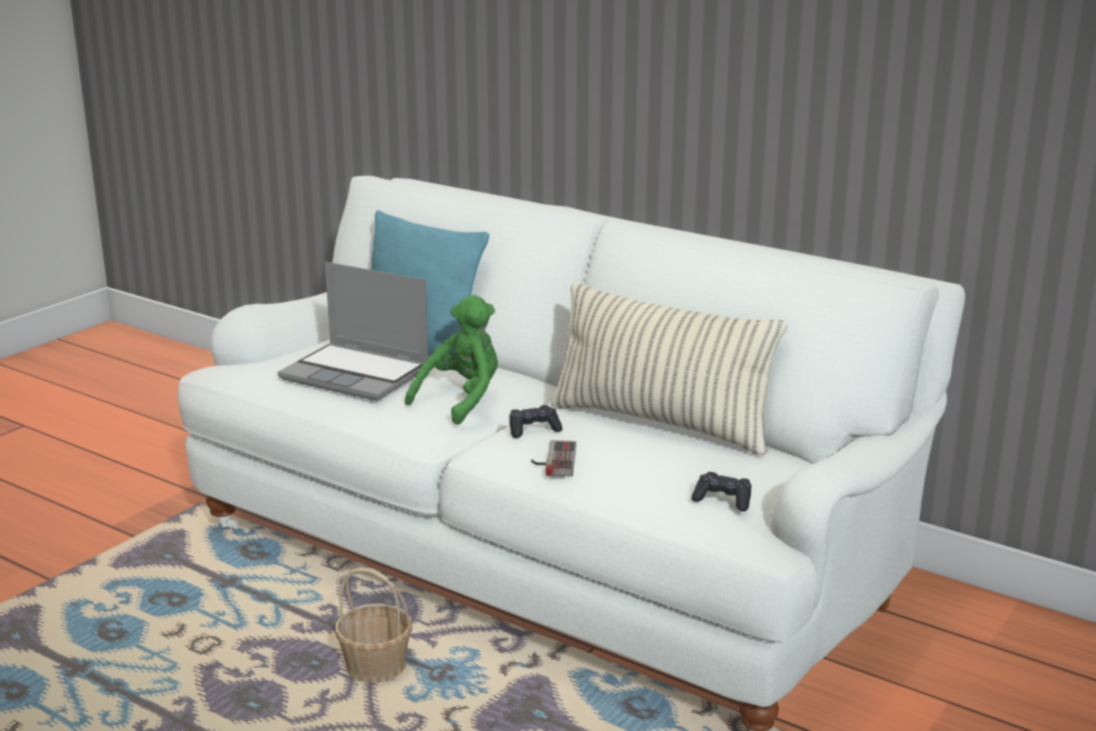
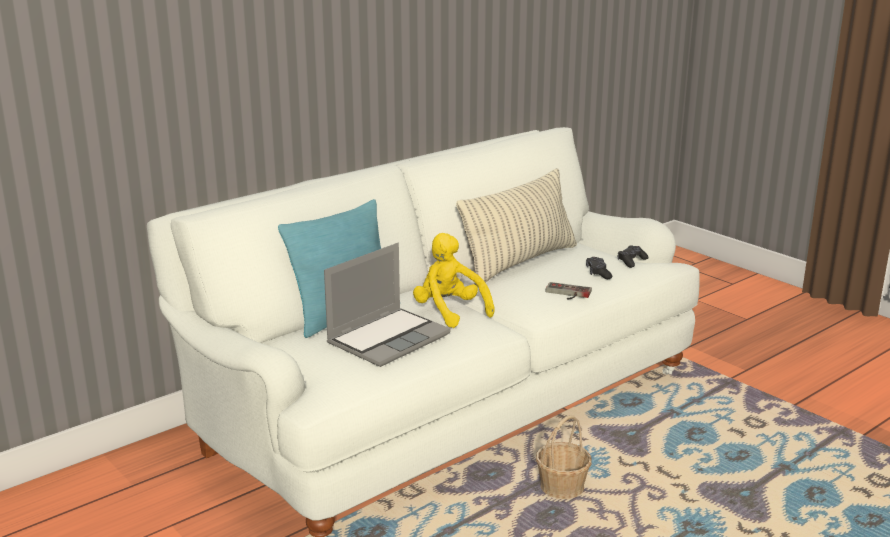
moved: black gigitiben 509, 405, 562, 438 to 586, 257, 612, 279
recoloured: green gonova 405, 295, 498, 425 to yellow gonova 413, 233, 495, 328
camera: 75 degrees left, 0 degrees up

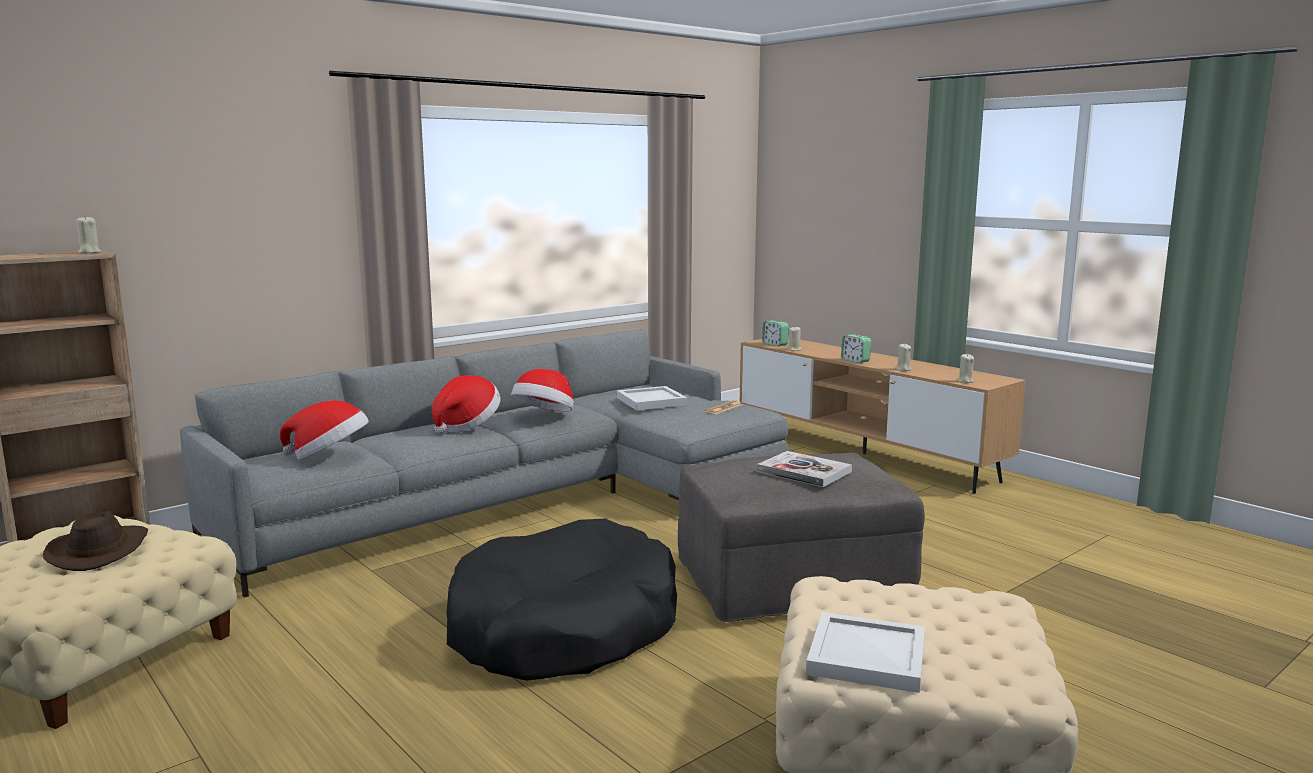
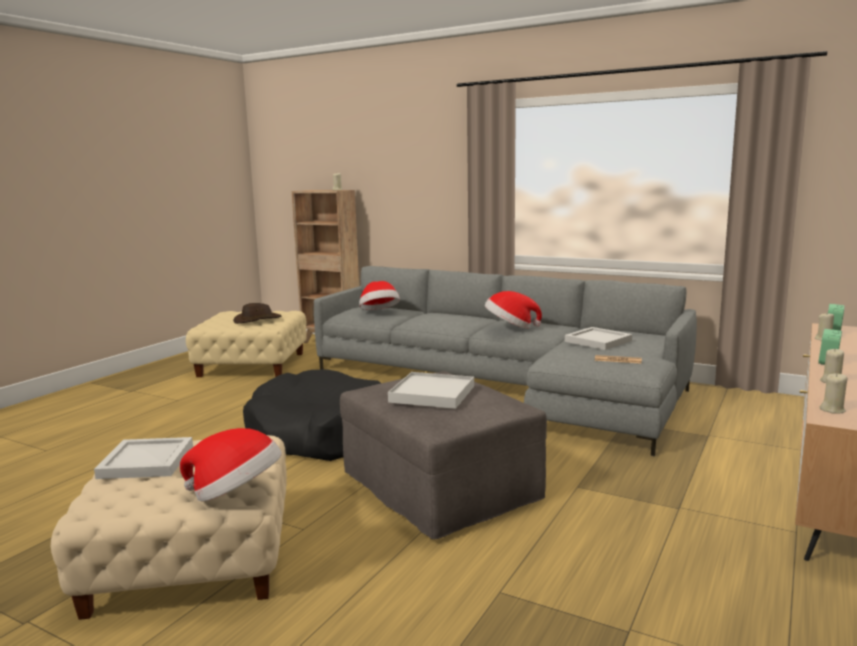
moved: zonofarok 432, 375, 500, 434 to 180, 428, 282, 502
replaced: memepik 757, 451, 852, 487 to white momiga 388, 372, 474, 409
camera: 70 degrees right, 0 degrees up

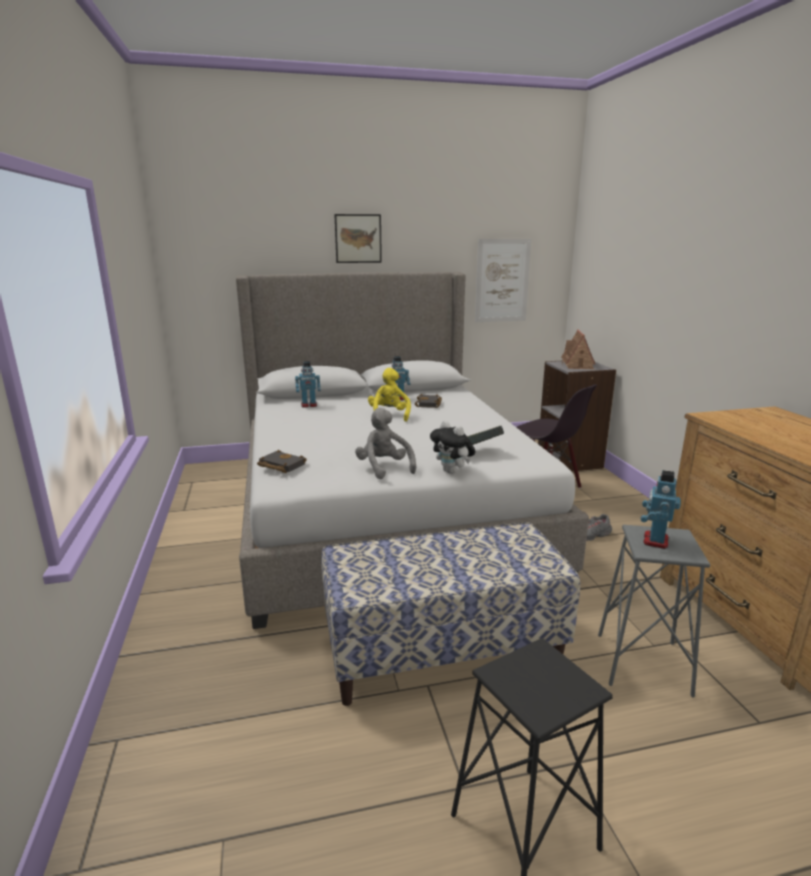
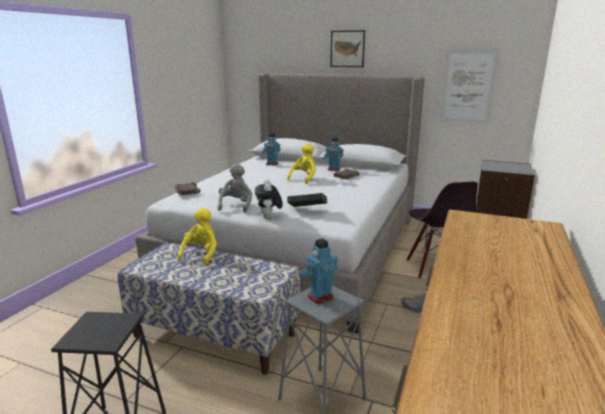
removed: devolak 561, 330, 595, 369
added: yellow gonova 178, 208, 217, 265
camera: 35 degrees right, 0 degrees up

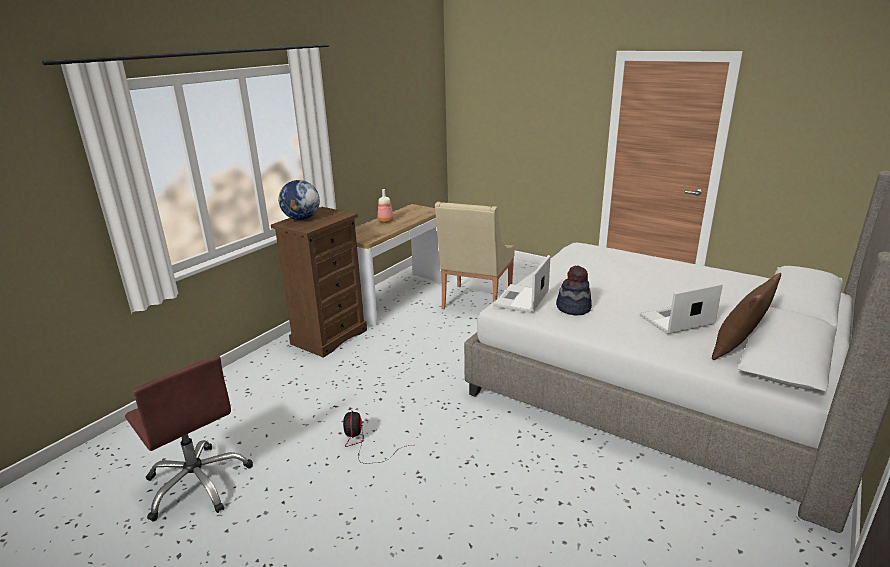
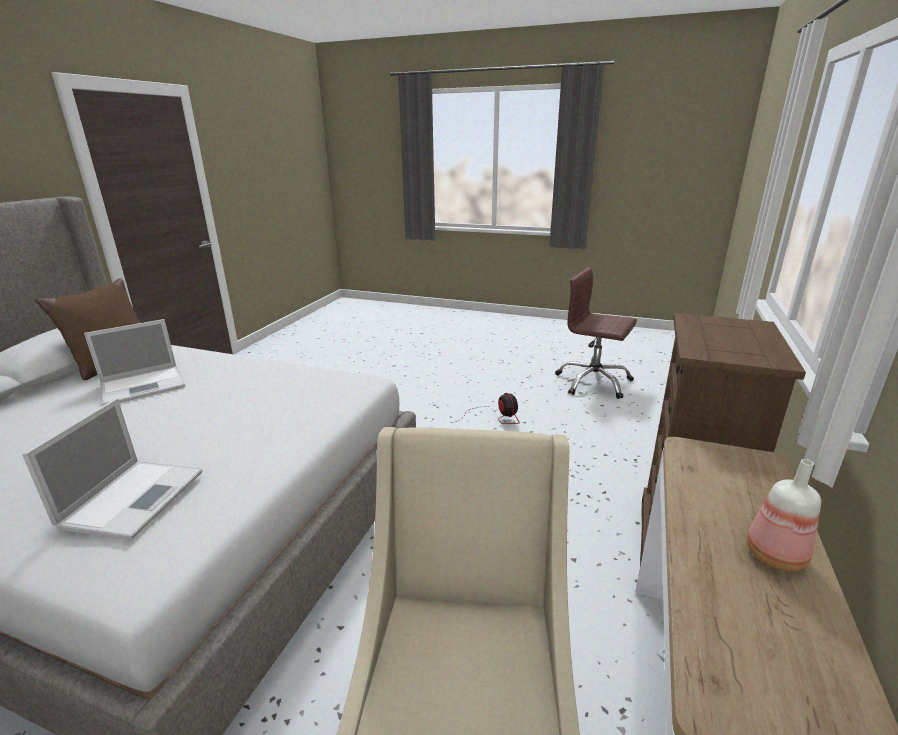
removed: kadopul 278, 180, 320, 220; zonofarok 556, 265, 592, 315
moved: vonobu 493, 255, 551, 313 to 22, 398, 202, 540
camera: 165 degrees right, 0 degrees up

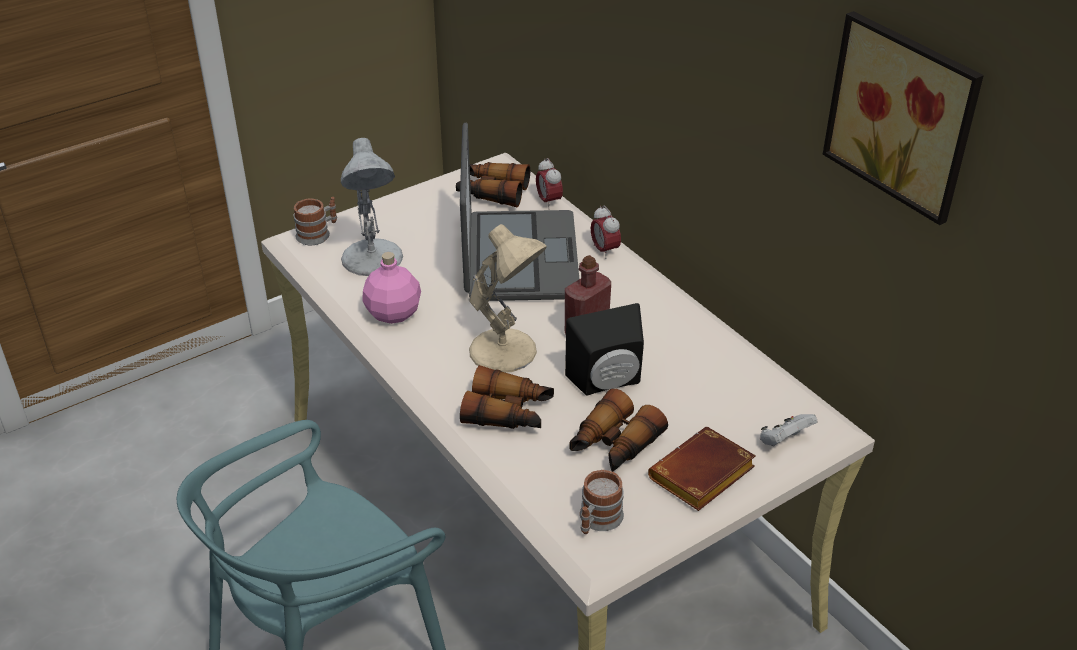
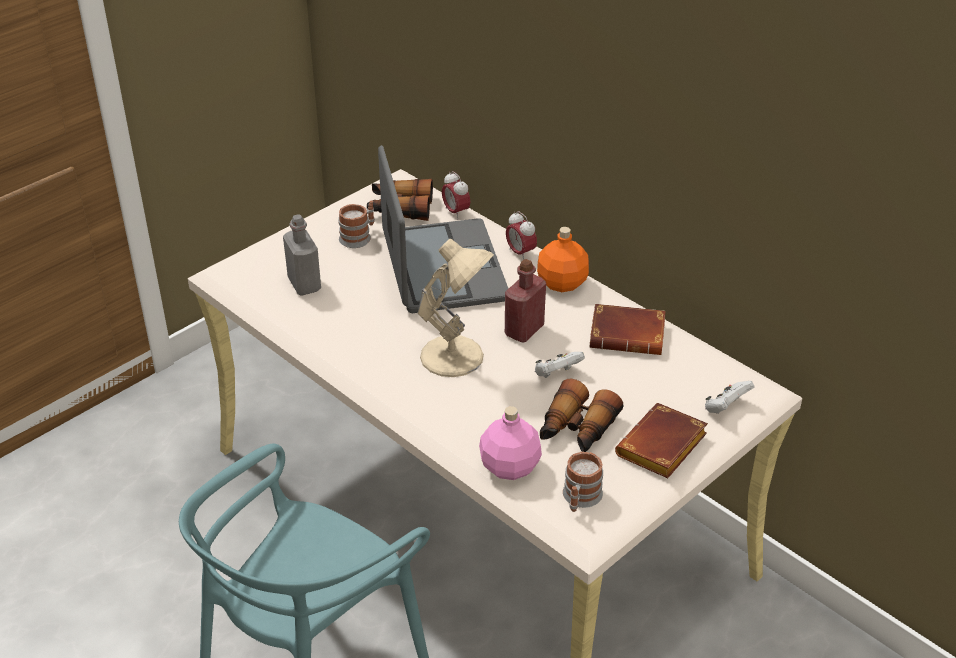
removed: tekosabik 460, 365, 554, 429; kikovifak 823, 11, 984, 225
added: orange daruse 537, 227, 589, 292; brown memepik 590, 304, 666, 355
moved: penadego 294, 197, 337, 245 to 338, 201, 375, 248; pink daruse 362, 252, 421, 324 to 479, 406, 542, 480
replaced: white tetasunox 341, 138, 403, 276 to grey daruse 283, 214, 321, 295; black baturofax 565, 303, 644, 396 to white gigitiben 535, 352, 585, 378
camera: 10 degrees left, 0 degrees up

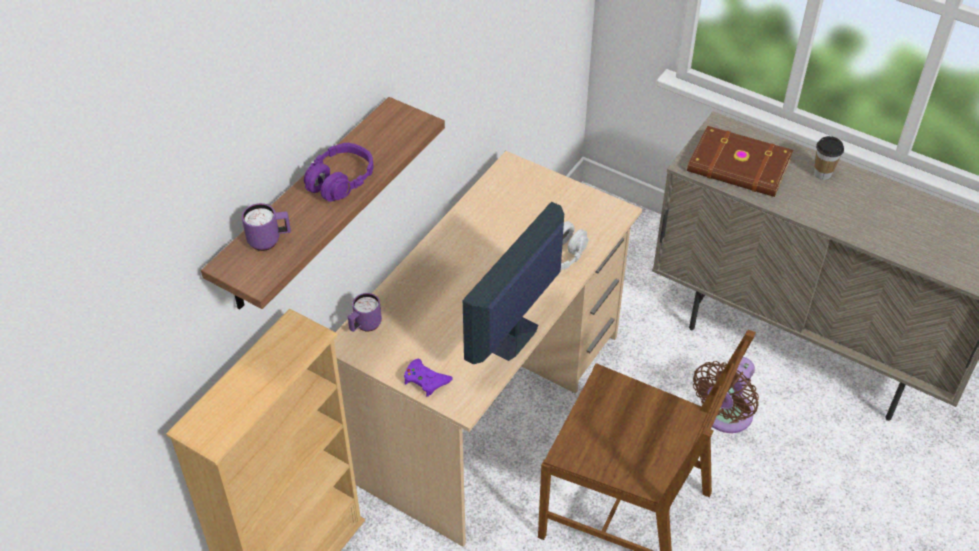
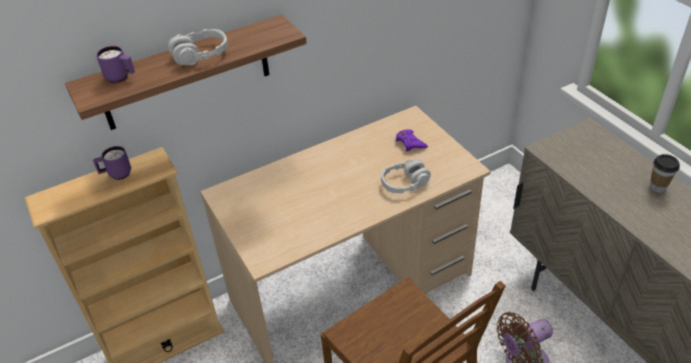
removed: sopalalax 463, 202, 564, 364; brown memepik 687, 126, 793, 197
moved: purple penadego 348, 293, 382, 332 to 93, 146, 131, 180; purple gigitiben 404, 359, 453, 397 to 396, 129, 428, 152
recoloured: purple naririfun 304, 143, 373, 202 to grey naririfun 168, 29, 228, 65
camera: 30 degrees right, 5 degrees down

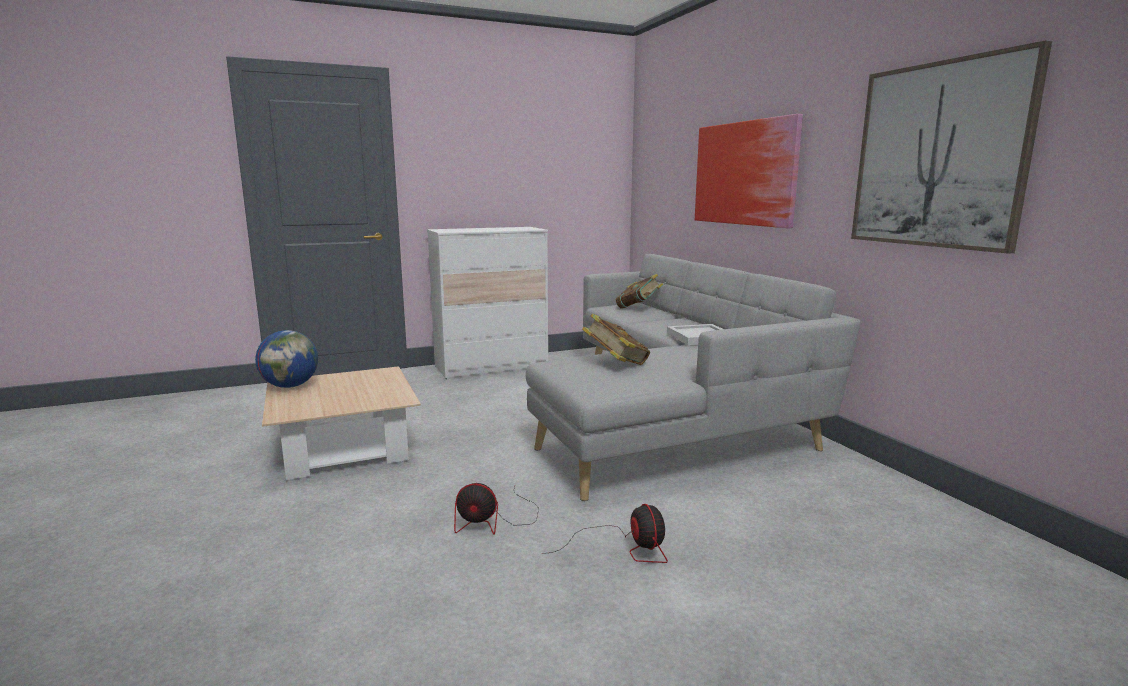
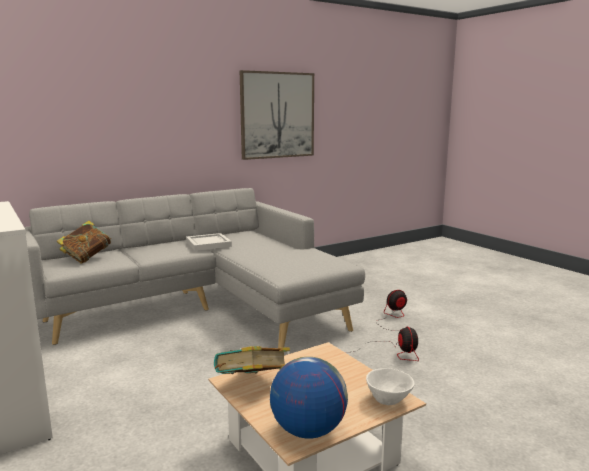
removed: kikovifak 695, 114, 803, 228
added: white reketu 366, 368, 414, 405
moved: memepik 582, 314, 650, 365 to 214, 346, 290, 374
camera: 100 degrees left, 0 degrees up

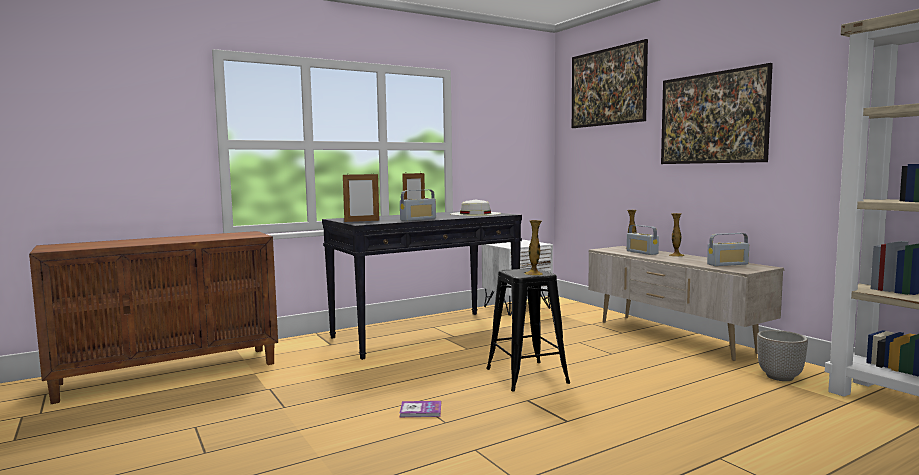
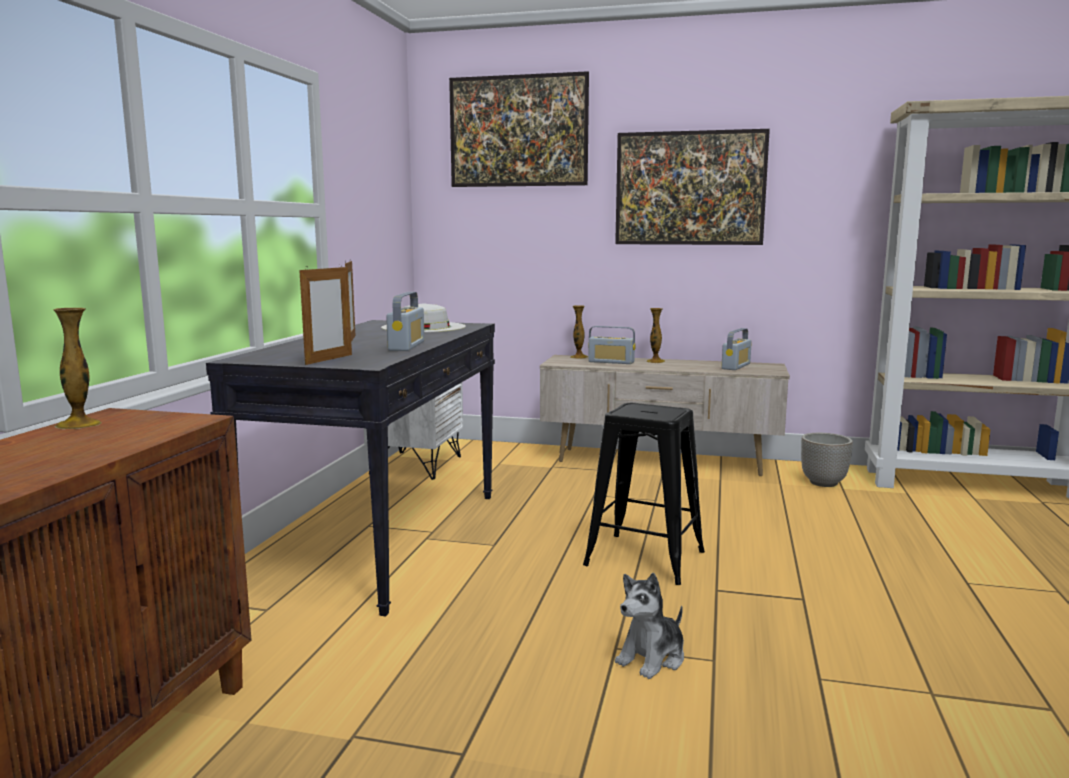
moved: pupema 524, 220, 543, 275 to 53, 308, 102, 429
replaced: memepik 399, 401, 441, 417 to gonova 615, 573, 684, 679
camera: 45 degrees left, 5 degrees up

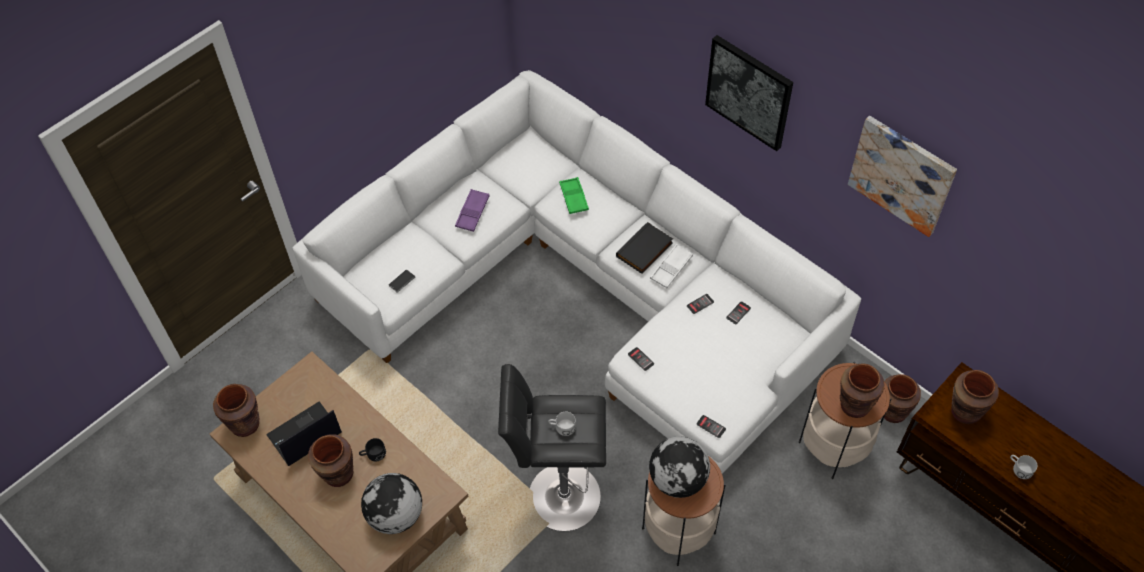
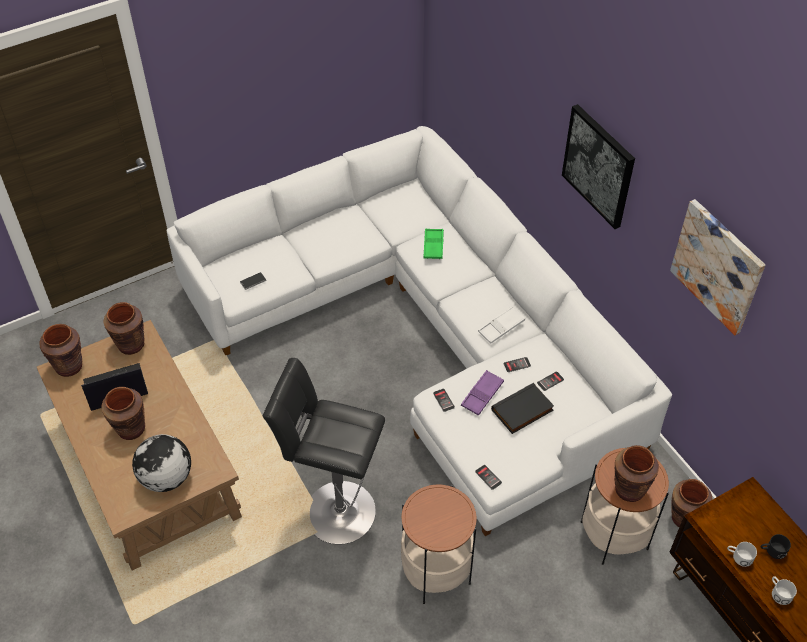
removed: kadopul 649, 436, 710, 498
moved: black penadego 359, 438, 386, 461 to 761, 534, 791, 559; purple momiga 455, 189, 490, 232 to 461, 370, 504, 416; white penadego 548, 412, 576, 436 to 727, 542, 757, 567; black memepik 616, 222, 673, 274 to 491, 383, 554, 434; brown pupema 951, 370, 999, 424 to 103, 302, 145, 355
camera: 15 degrees right, 5 degrees down

